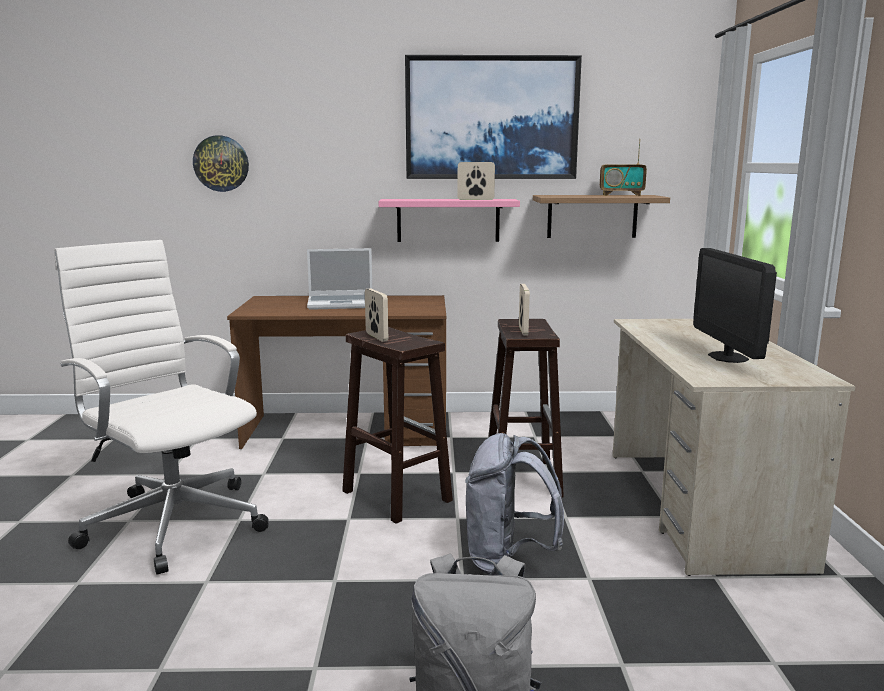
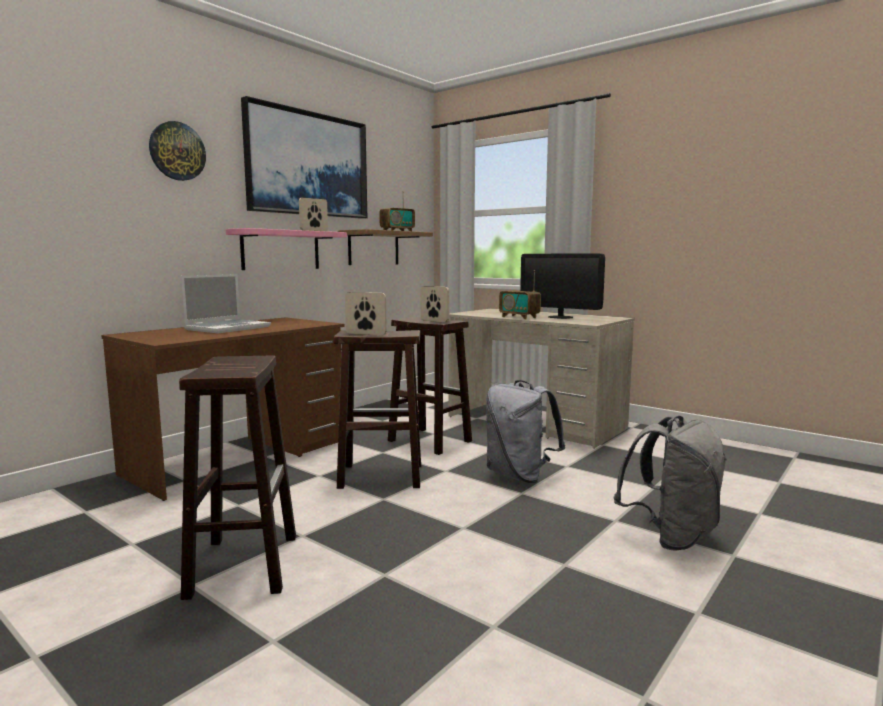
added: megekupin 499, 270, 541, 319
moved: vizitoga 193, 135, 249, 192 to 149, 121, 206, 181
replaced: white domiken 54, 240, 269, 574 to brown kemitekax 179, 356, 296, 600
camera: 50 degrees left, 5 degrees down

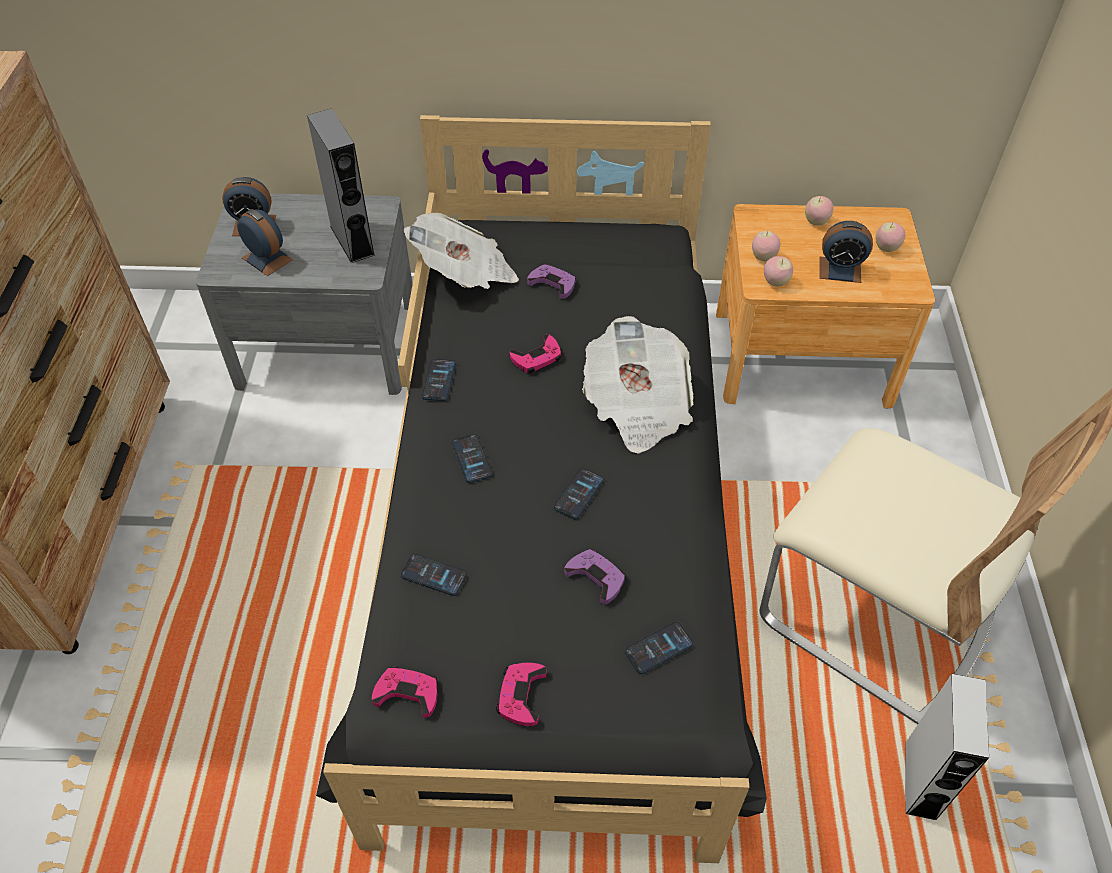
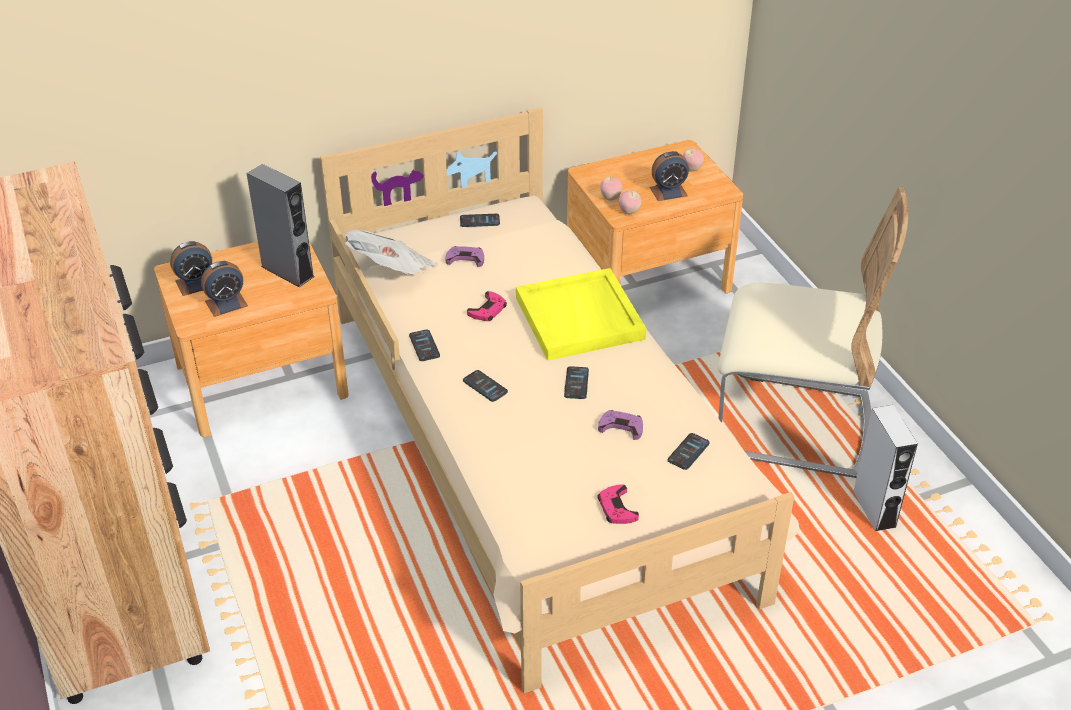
removed: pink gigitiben 372, 666, 437, 718; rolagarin 805, 196, 834, 226
moved: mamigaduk 400, 553, 467, 596 to 460, 214, 500, 227
replaced: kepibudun 582, 316, 693, 454 to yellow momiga 516, 268, 646, 361
recoloured: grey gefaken 196, 193, 413, 395 to brown gefaken 154, 242, 349, 437; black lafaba 316, 115, 767, 863 to beige lafaba 320, 108, 800, 693
turned: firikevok 237, 209, 293, 276 = 201, 261, 248, 317 135 degrees clockwise
camera: 25 degrees left, 10 degrees down

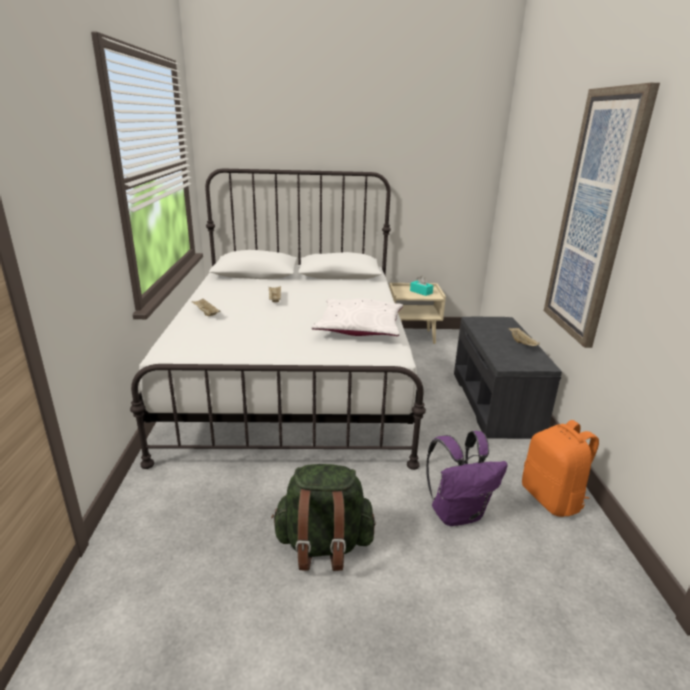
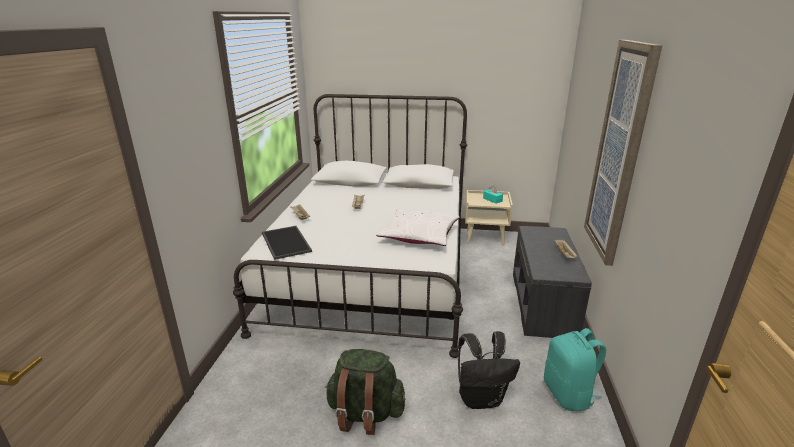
added: momiga 262, 226, 312, 260
recoloured: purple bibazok 426, 431, 508, 526 to black bibazok 458, 331, 520, 409; orange bibazok 522, 420, 599, 517 to turquoise bibazok 544, 328, 606, 411
camera: 10 degrees right, 0 degrees up

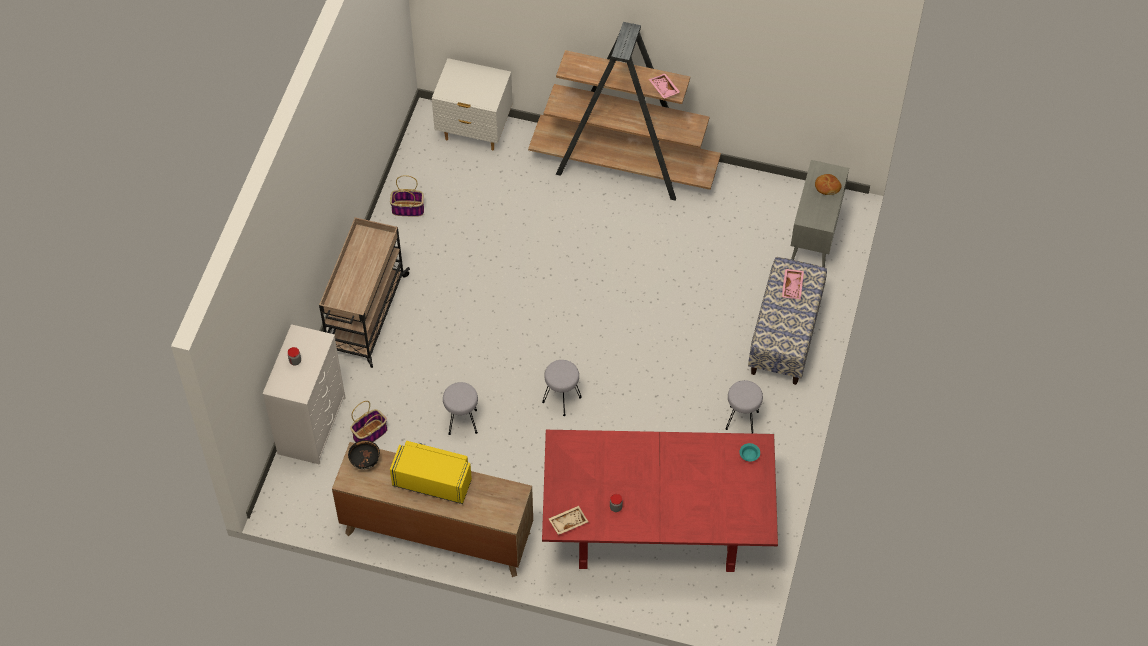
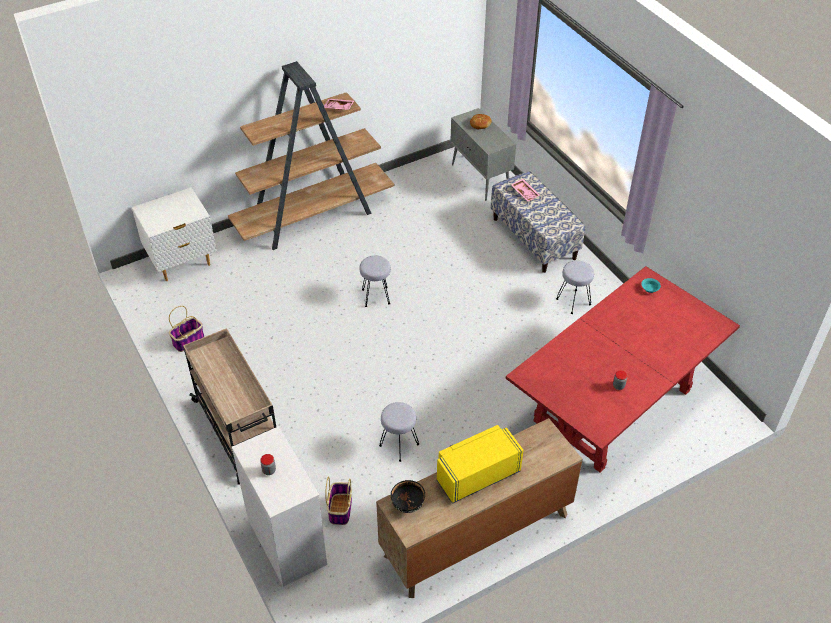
removed: beige momiga 548, 506, 588, 535
moved: grey kemitekax 542, 360, 582, 416 to 359, 256, 391, 307
camera: 45 degrees left, 10 degrees down

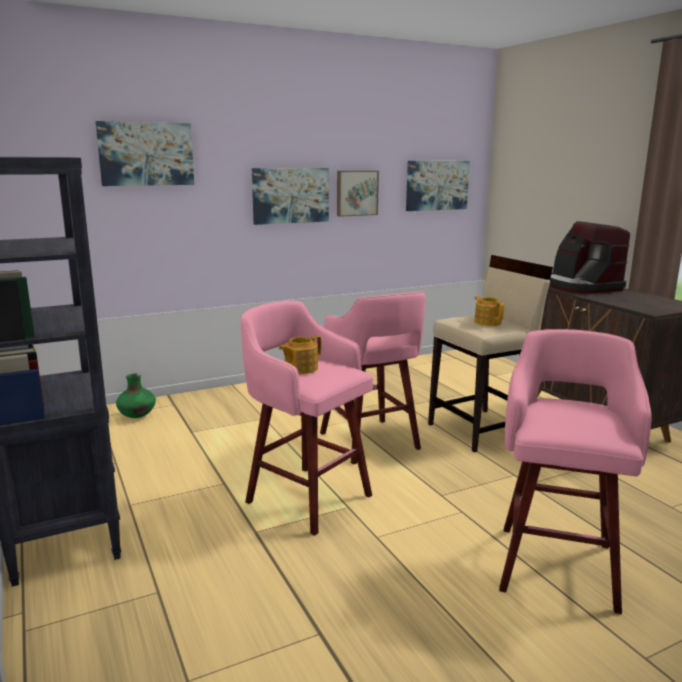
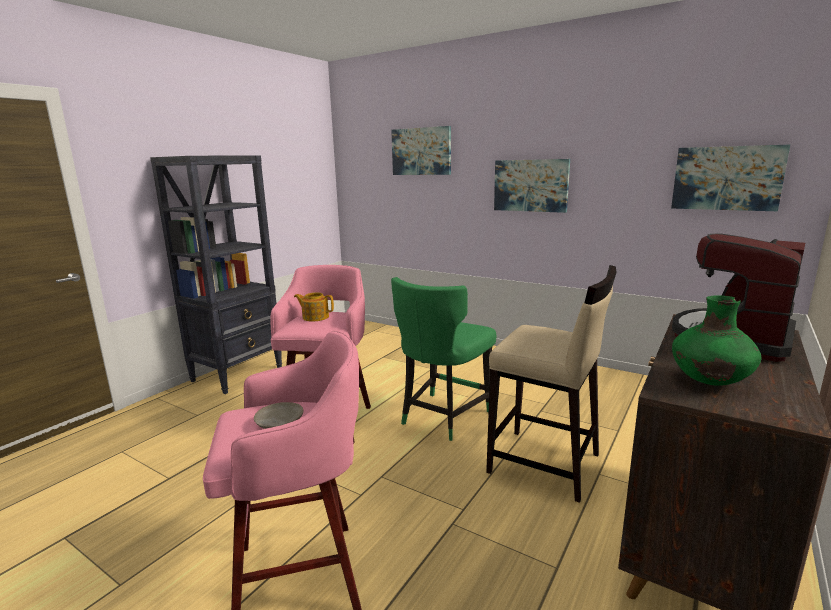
removed: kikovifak 337, 171, 379, 217; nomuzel 475, 296, 504, 326
added: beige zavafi 254, 402, 303, 429
moved: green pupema 116, 373, 156, 418 to 672, 295, 762, 386
replaced: pink kemitekax 320, 291, 425, 464 to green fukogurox 391, 277, 496, 441
camera: 60 degrees right, 0 degrees up

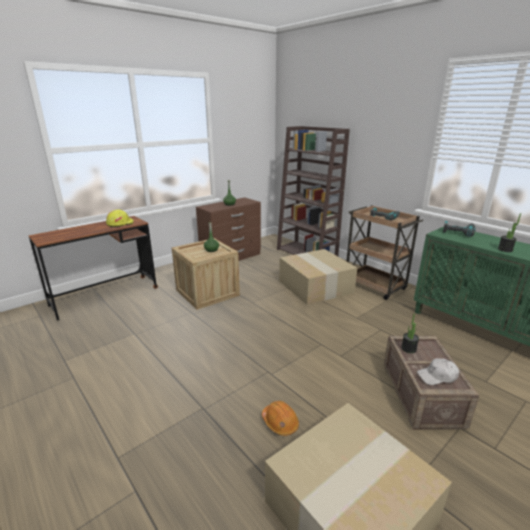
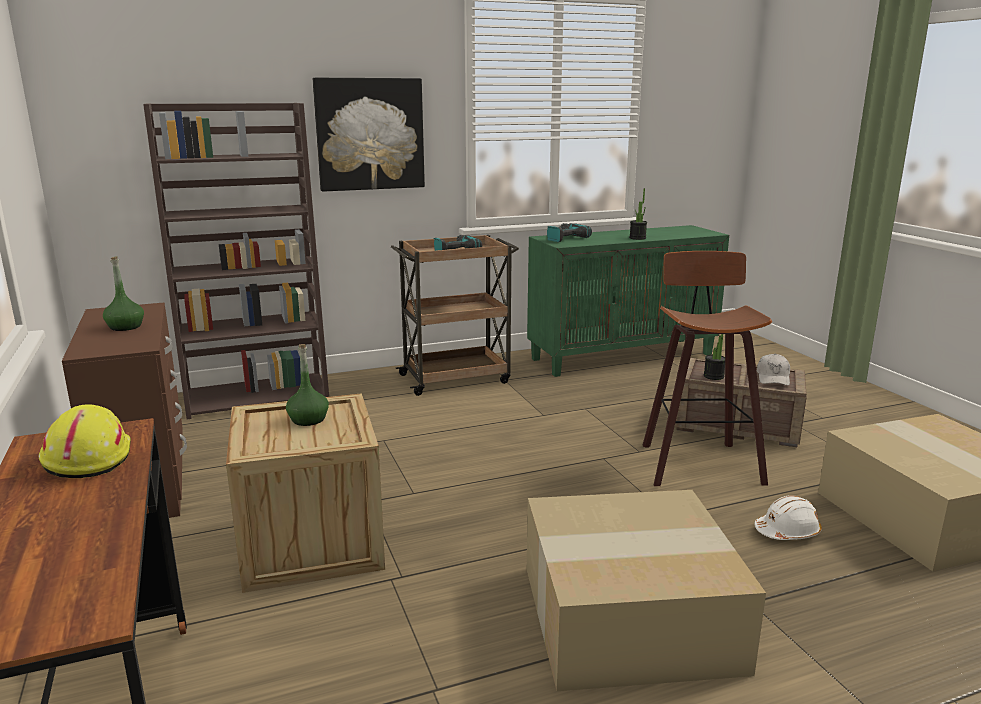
added: kikovifak 313, 78, 425, 192; kemitekax 643, 251, 772, 486
moved: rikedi 279, 249, 357, 305 to 527, 490, 766, 691
recoloured: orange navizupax 262, 401, 299, 436 to white navizupax 755, 495, 822, 540
camera: 70 degrees left, 5 degrees down

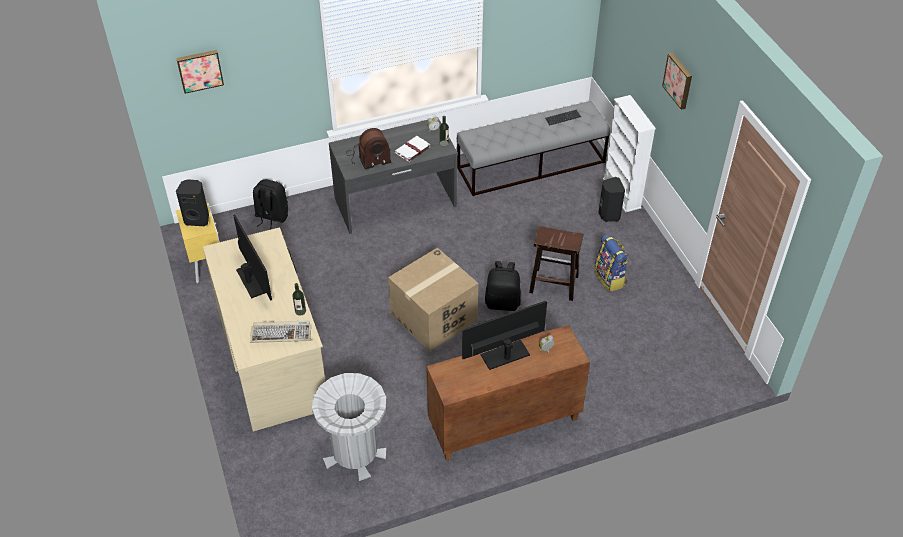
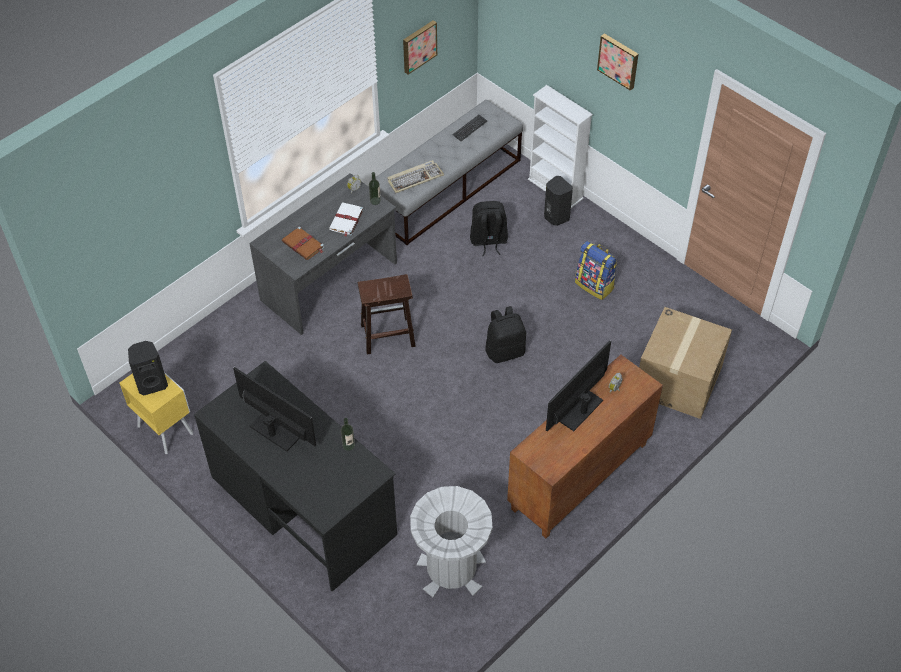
moved: kikovifak 176, 50, 224, 94 to 403, 20, 437, 75; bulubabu 250, 321, 311, 343 to 387, 160, 444, 193; black bibazok 253, 179, 288, 230 to 470, 201, 508, 256; rikedi 388, 247, 478, 352 to 639, 307, 732, 419; brown kemitekax 529, 226, 583, 301 to 358, 274, 416, 355
replaced: megekupin 346, 128, 391, 169 to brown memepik 282, 226, 324, 260
recoloured: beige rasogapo 203, 227, 325, 431 to black rasogapo 194, 361, 397, 592
camera: 25 degrees left, 5 degrees up

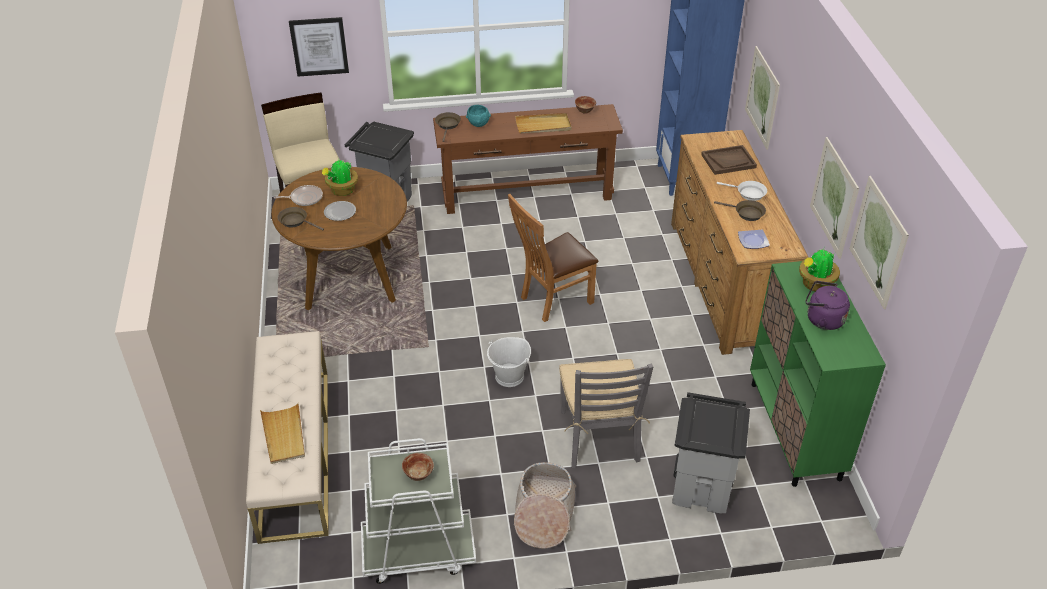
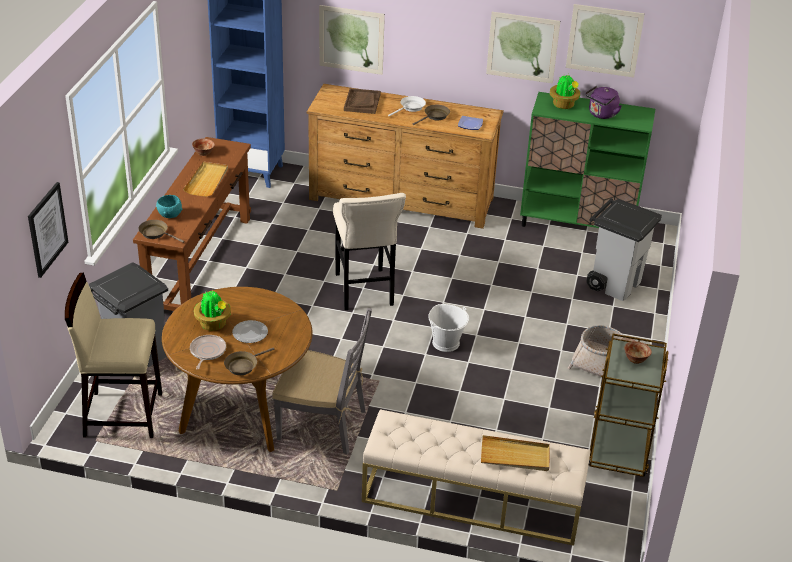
moved: grey fukogurox 559, 359, 653, 469 to 272, 308, 372, 455
replaced: brown fukogurox 508, 194, 599, 322 to beige kemitekax 333, 193, 406, 310
recoloured: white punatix 361, 438, 476, 584 to brown punatix 588, 334, 668, 477
camera: 70 degrees left, 5 degrees down

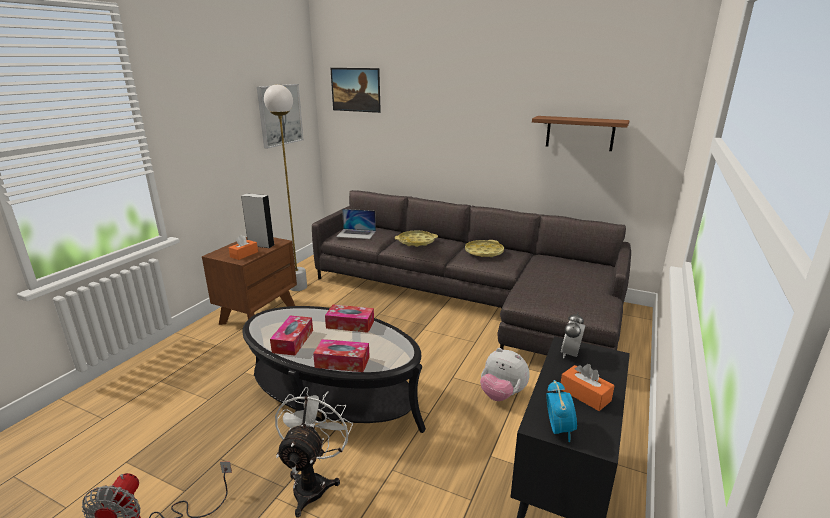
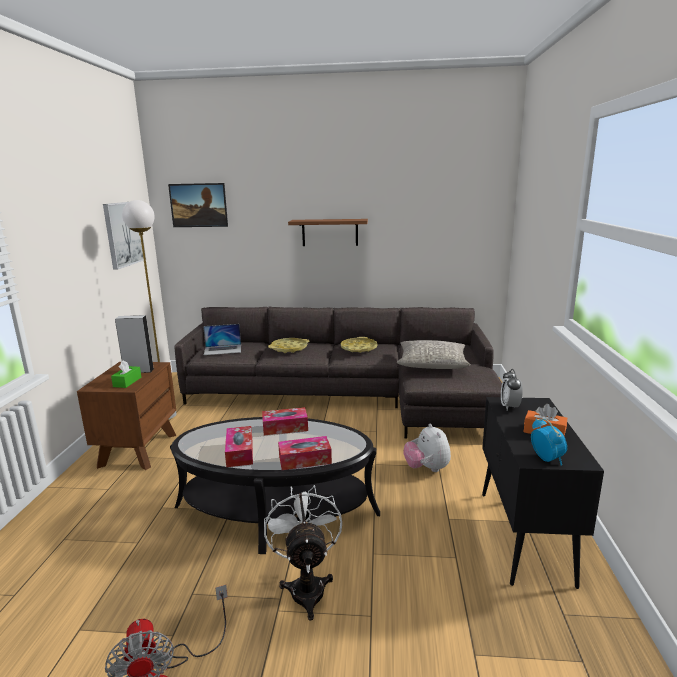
added: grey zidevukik 397, 340, 471, 369
moved: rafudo 532, 116, 630, 151 to 288, 219, 368, 246
recoloured: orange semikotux 228, 235, 258, 260 to green semikotux 111, 360, 141, 388
turned: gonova 480, 348, 529, 401 = 403, 424, 451, 472 60 degrees clockwise
camera: 20 degrees left, 5 degrees down

